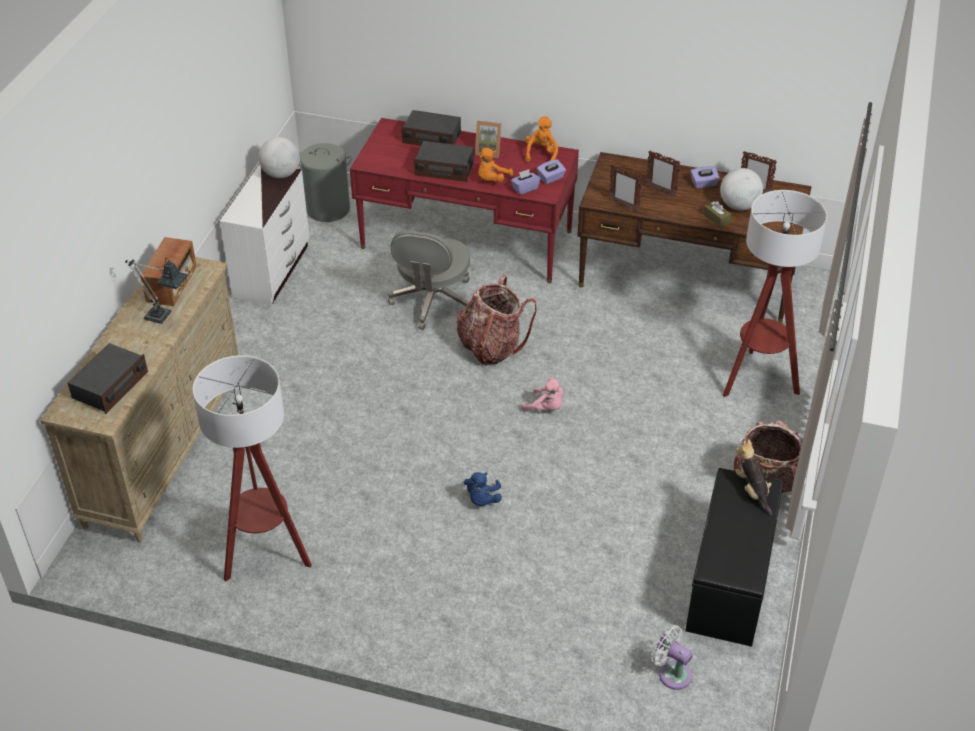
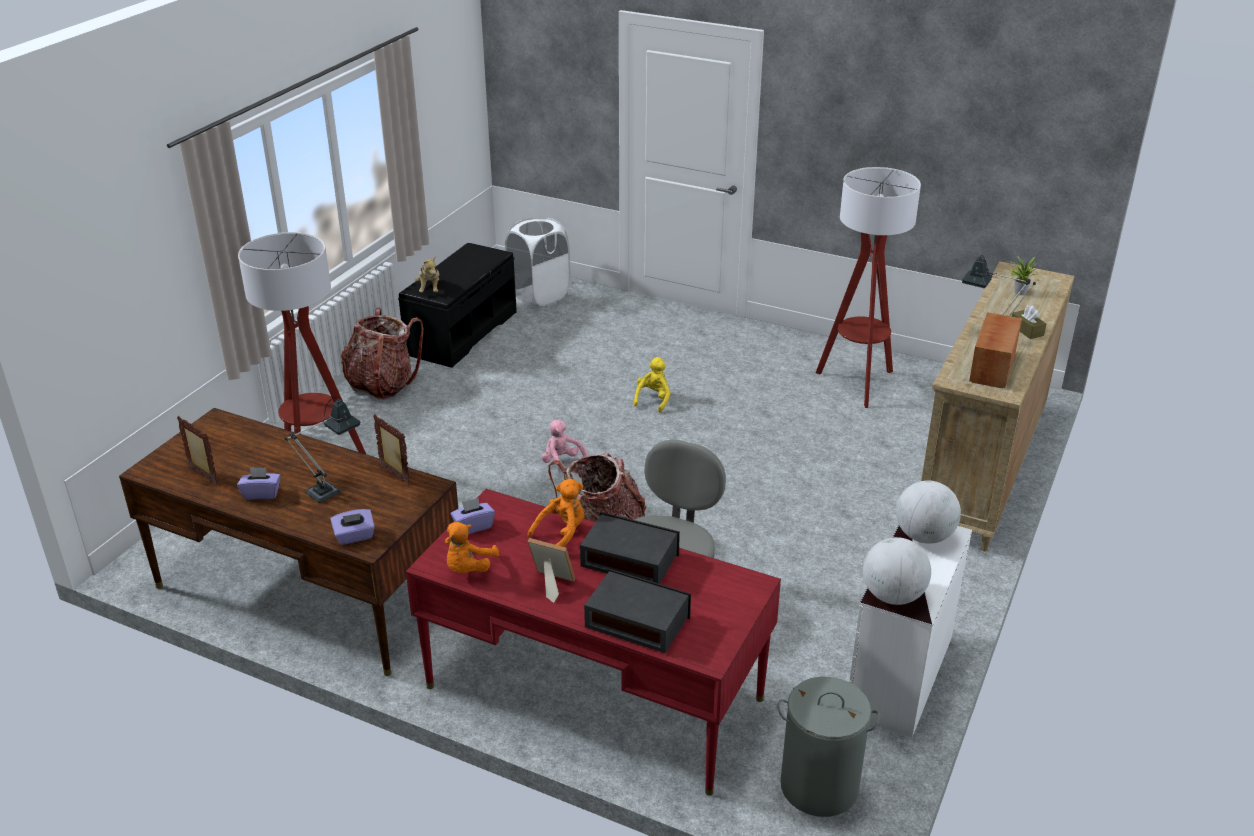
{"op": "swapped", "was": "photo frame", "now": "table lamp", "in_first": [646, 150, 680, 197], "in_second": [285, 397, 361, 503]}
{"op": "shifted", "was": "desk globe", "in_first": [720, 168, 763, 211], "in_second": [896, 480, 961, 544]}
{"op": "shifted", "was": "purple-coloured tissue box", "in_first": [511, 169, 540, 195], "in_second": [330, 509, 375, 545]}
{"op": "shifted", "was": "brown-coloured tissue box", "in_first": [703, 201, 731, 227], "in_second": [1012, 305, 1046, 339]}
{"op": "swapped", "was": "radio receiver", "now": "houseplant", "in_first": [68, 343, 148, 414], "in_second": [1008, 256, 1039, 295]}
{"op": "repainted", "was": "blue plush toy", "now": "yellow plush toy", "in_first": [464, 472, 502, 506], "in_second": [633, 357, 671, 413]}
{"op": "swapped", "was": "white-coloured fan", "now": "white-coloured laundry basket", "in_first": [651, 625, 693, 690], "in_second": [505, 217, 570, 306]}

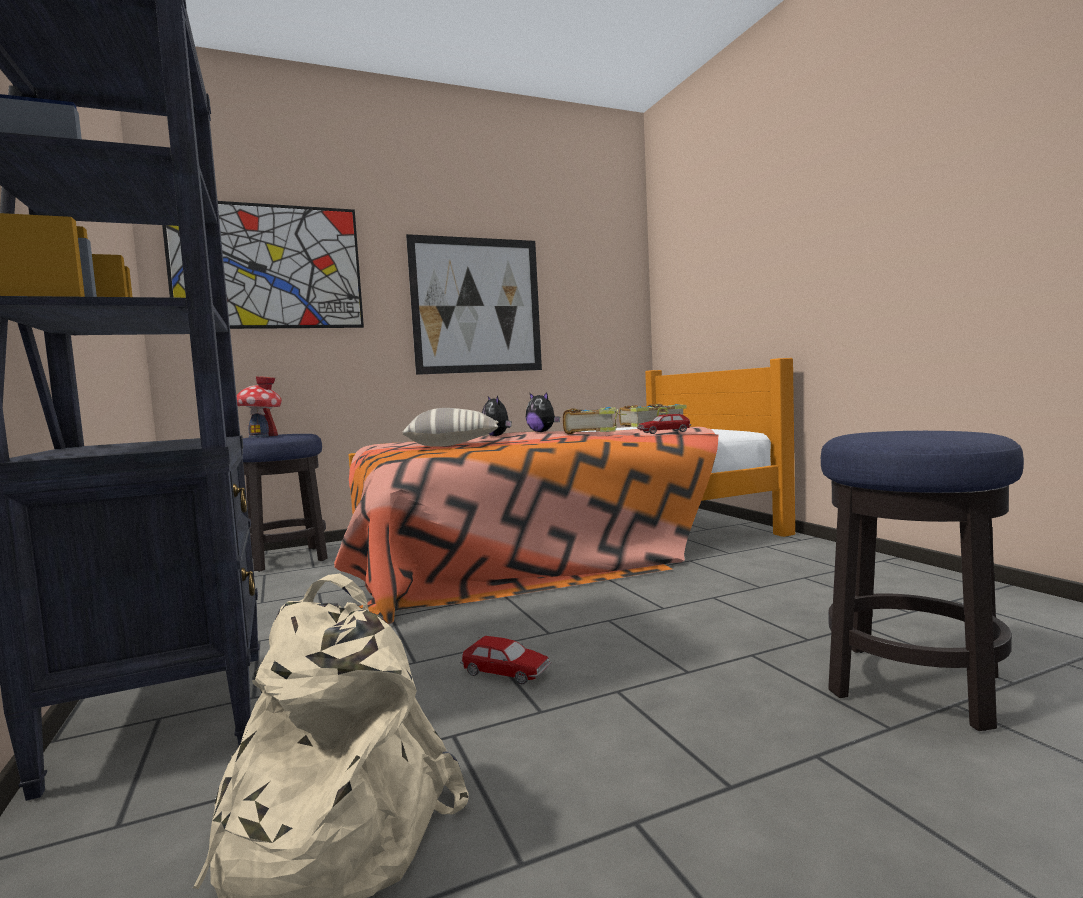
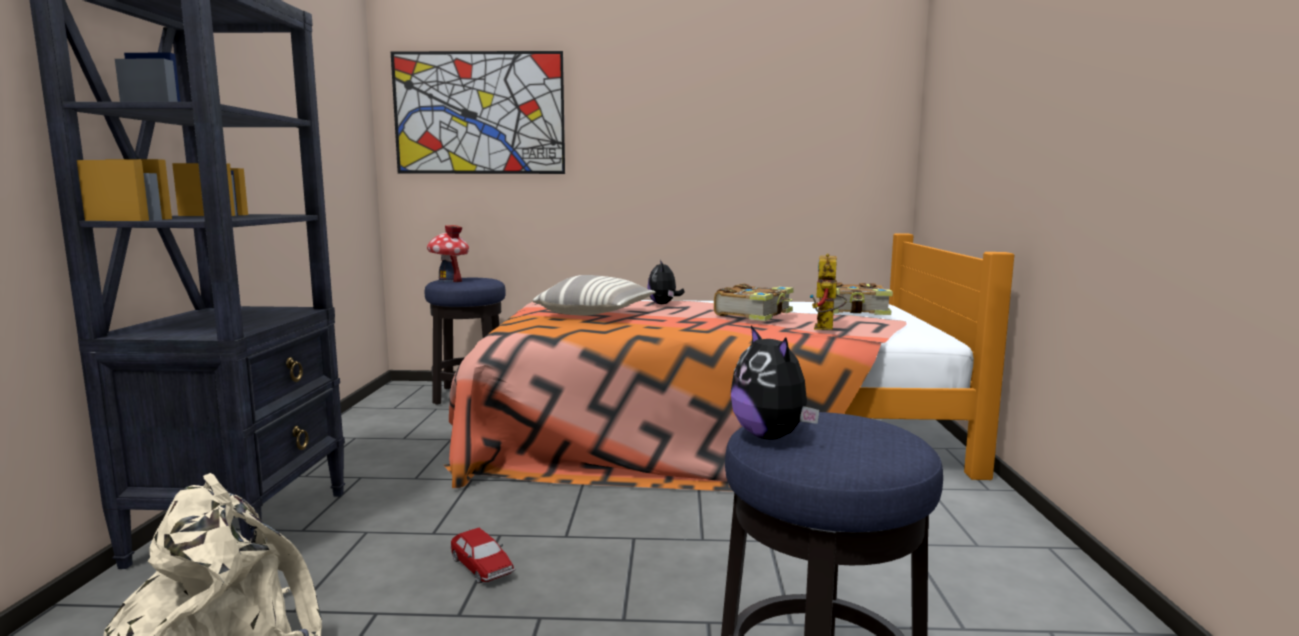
{"op": "gone", "was": "wall picture", "in_first": [406, 234, 542, 375]}
{"op": "shifted", "was": "plush toy", "in_first": [526, 392, 560, 432], "in_second": [731, 326, 819, 440]}
{"op": "swapped", "was": "model car", "now": "robot figure", "in_first": [637, 413, 691, 434], "in_second": [809, 253, 847, 330]}

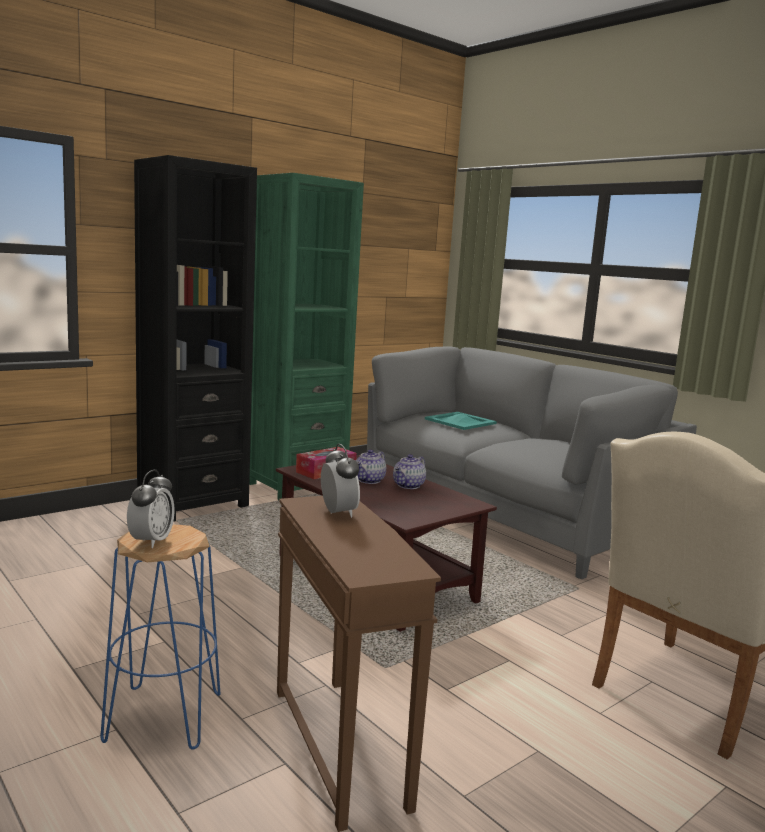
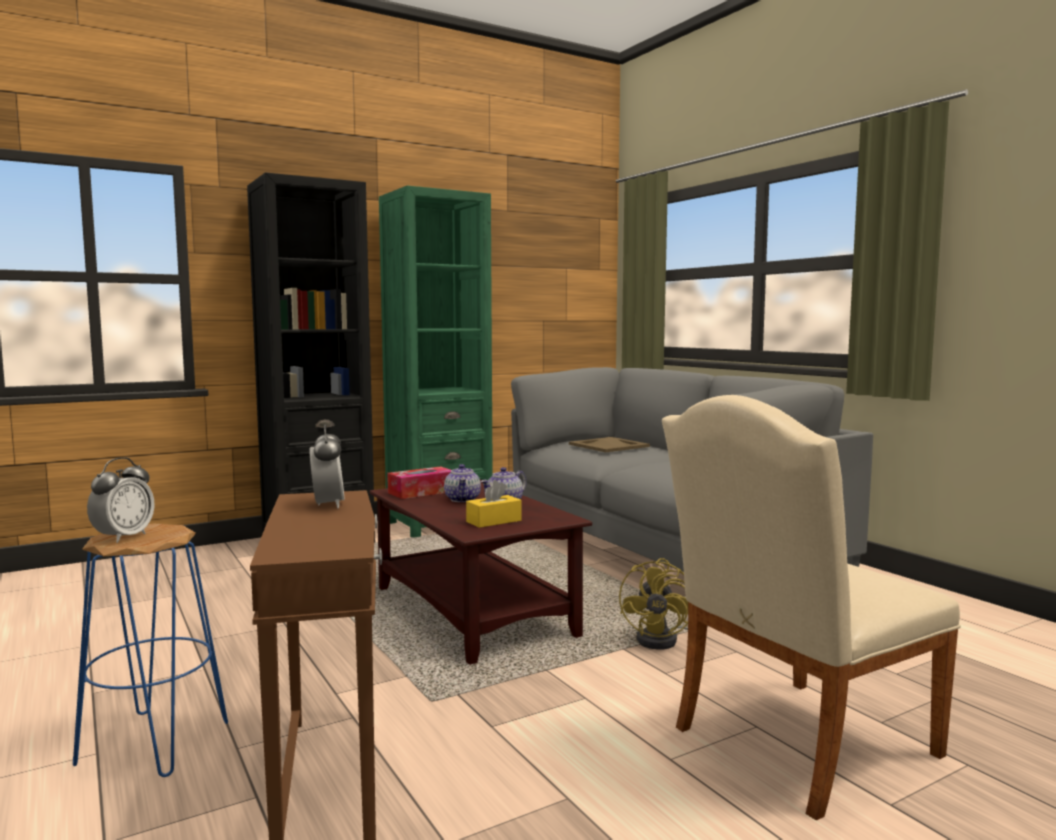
{"op": "repainted", "was": "blue-green carrying tray", "now": "sand-coloured carrying tray", "in_first": [425, 412, 497, 430], "in_second": [569, 437, 650, 452]}
{"op": "rotated", "was": "tea pot", "in_first": [356, 449, 386, 484], "in_second": [444, 464, 481, 502], "clockwise": -45}
{"op": "new", "now": "yellow tissue box", "in_second": [466, 480, 522, 528]}
{"op": "new", "now": "yellow fan", "in_second": [619, 558, 688, 649]}

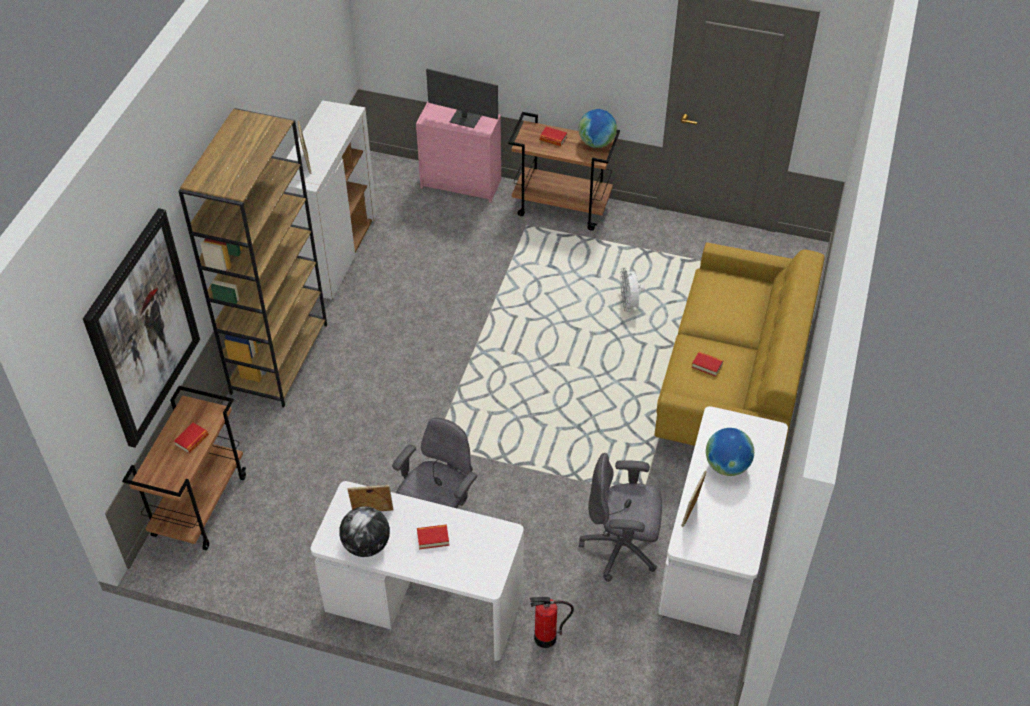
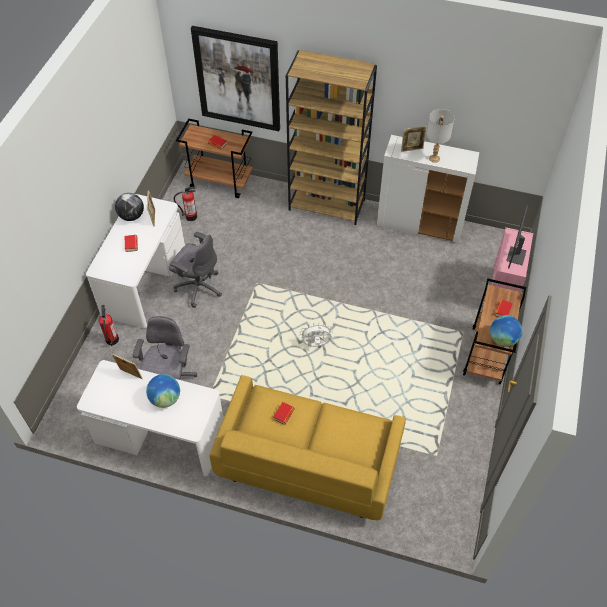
{"op": "shifted", "was": "white-coloured fan", "in_first": [620, 268, 645, 312], "in_second": [300, 324, 333, 347]}
{"op": "new", "now": "gray table lamp", "in_second": [427, 109, 454, 163]}
{"op": "new", "now": "extinguisher", "in_second": [174, 186, 197, 221]}

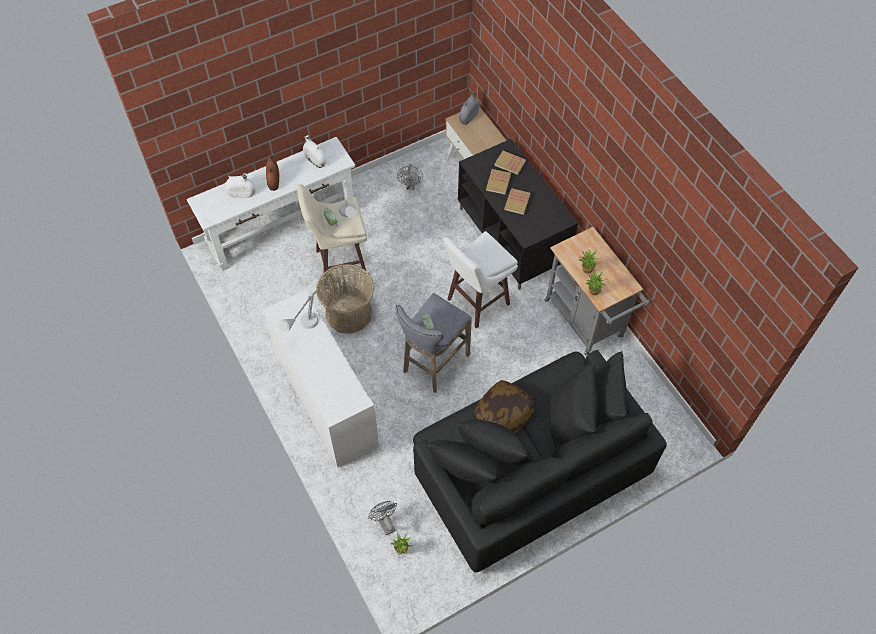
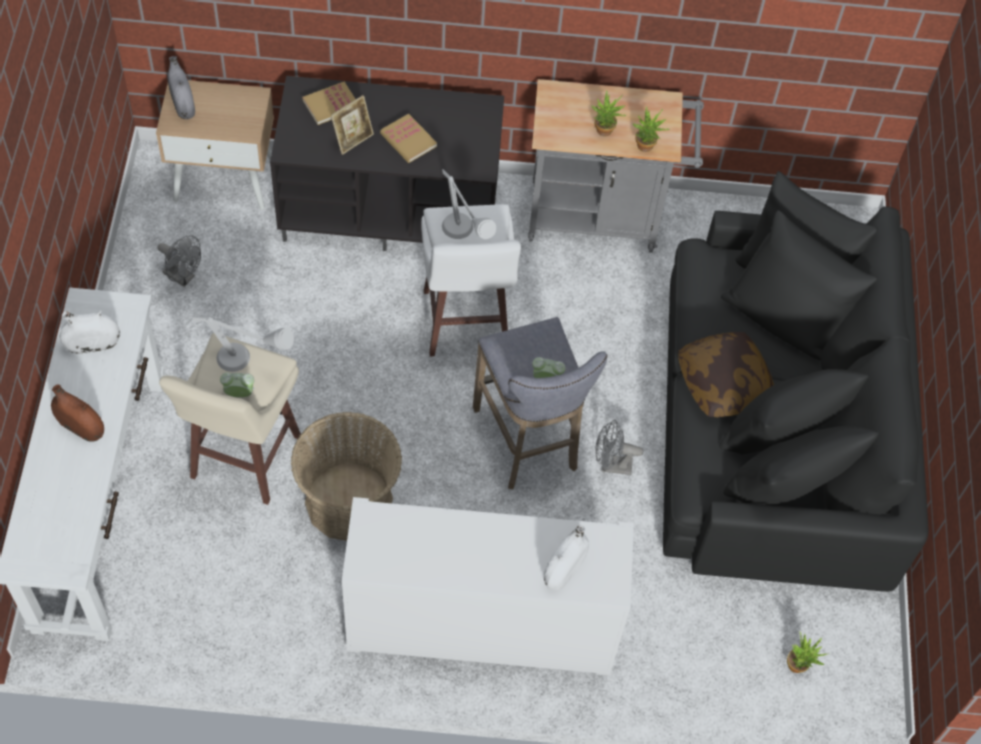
{"op": "swapped", "was": "bound book", "now": "photo frame", "in_first": [486, 169, 511, 195], "in_second": [331, 95, 374, 155]}
{"op": "shifted", "was": "white-coloured flower vase", "in_first": [225, 173, 255, 198], "in_second": [544, 525, 589, 590]}
{"op": "shifted", "was": "gray table lamp", "in_first": [279, 289, 319, 332], "in_second": [442, 169, 496, 239]}
{"op": "shifted", "was": "gray fan", "in_first": [368, 501, 397, 535], "in_second": [595, 420, 643, 475]}

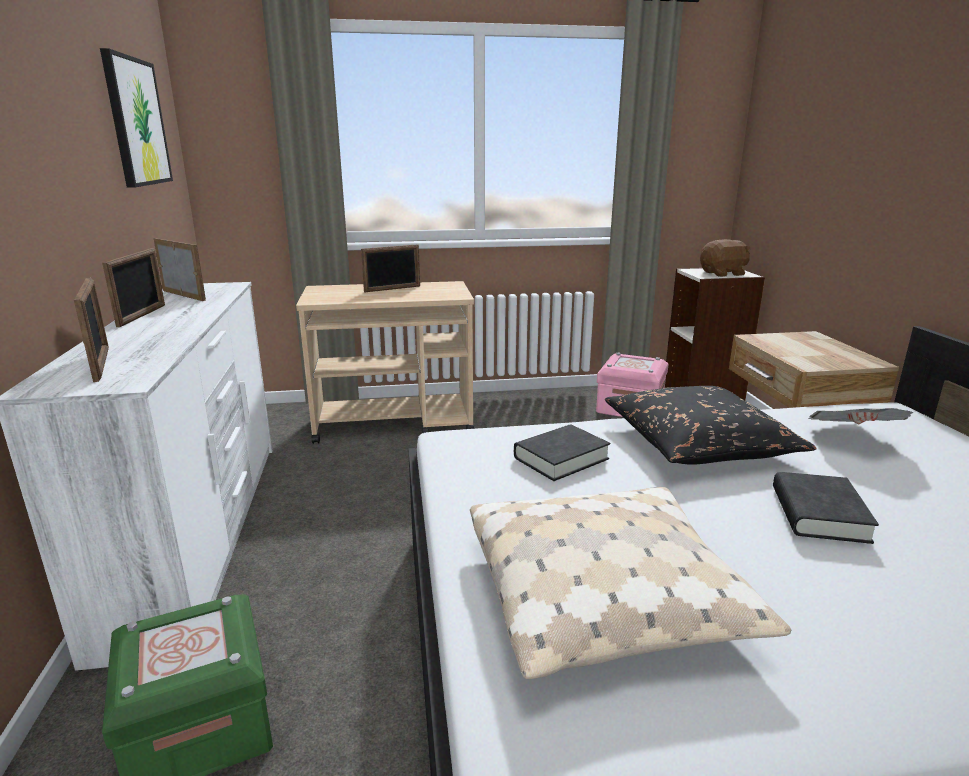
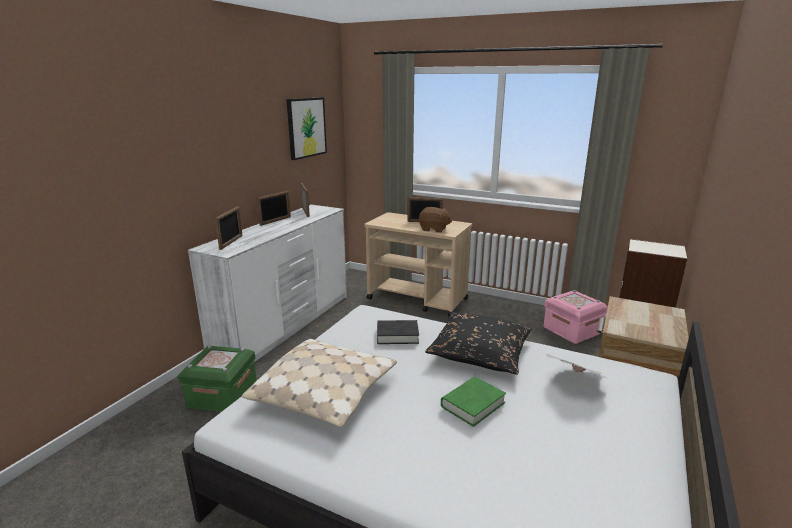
{"op": "shifted", "was": "brown-coloured plush toy", "in_first": [700, 239, 751, 277], "in_second": [419, 207, 452, 232]}
{"op": "repainted", "was": "black-coloured bound book", "now": "green-coloured bound book", "in_first": [773, 472, 879, 544], "in_second": [441, 377, 506, 427]}

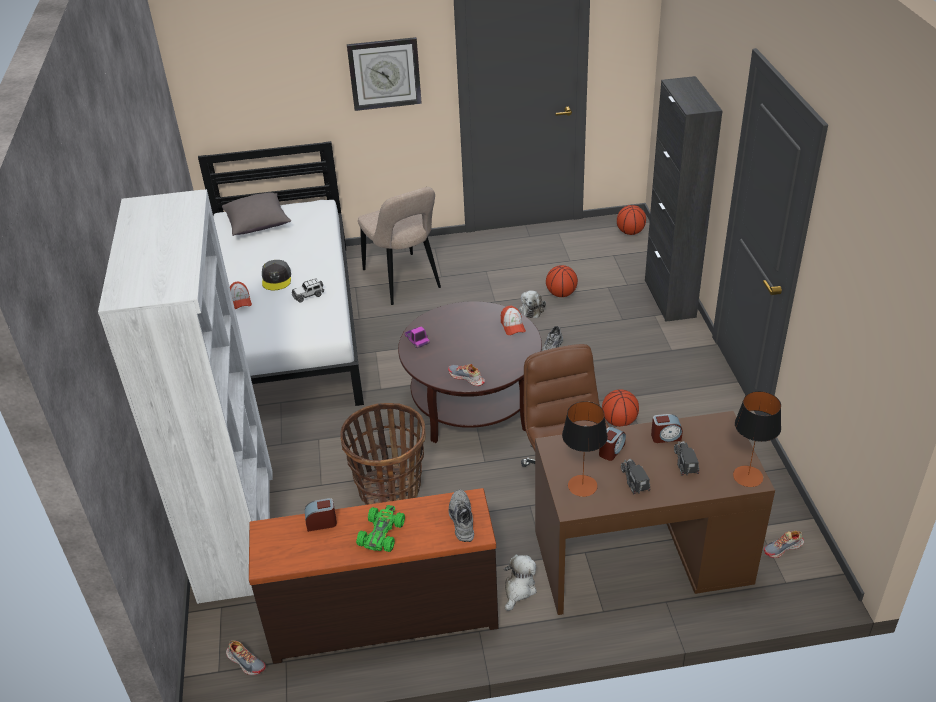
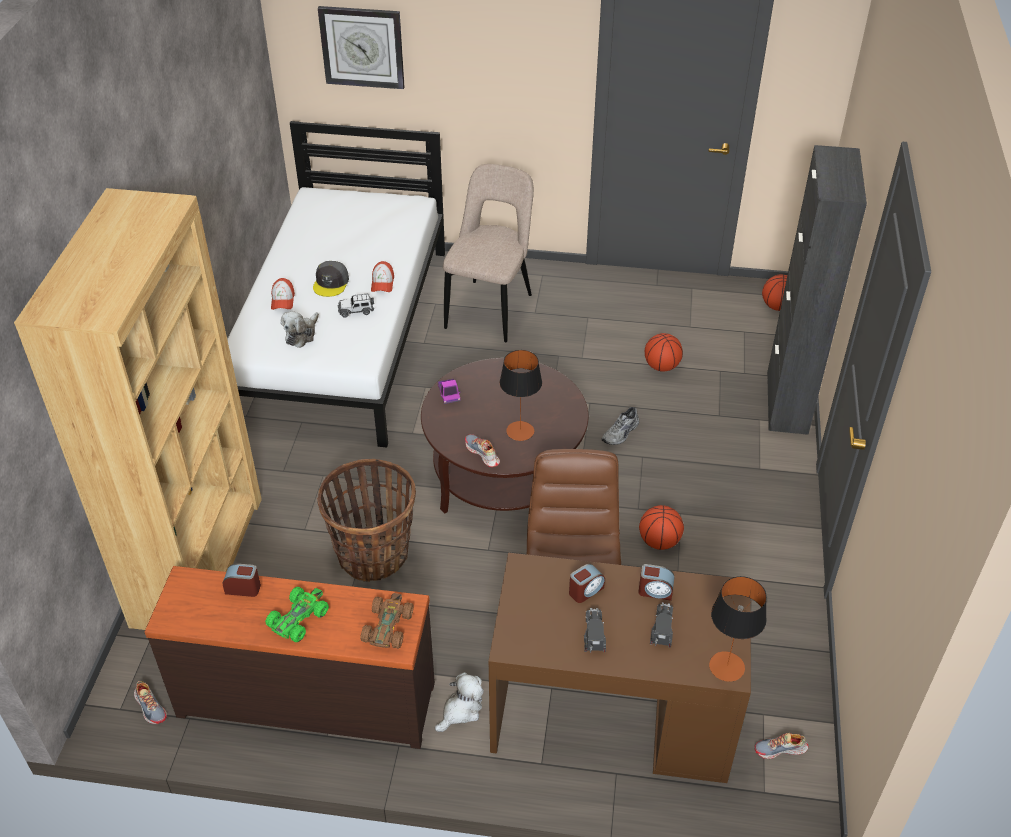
{"op": "shifted", "was": "hanging clock", "in_first": [347, 37, 422, 111], "in_second": [318, 6, 405, 89]}
{"op": "rotated", "was": "sand-coloured chair", "in_first": [358, 187, 441, 305], "in_second": [443, 164, 534, 342], "clockwise": -150}
{"op": "repainted", "was": "white-coloured bookcase", "now": "brown-coloured bookcase", "in_first": [98, 189, 272, 604], "in_second": [14, 188, 262, 630]}
{"op": "gone", "was": "gray cushion", "in_first": [222, 193, 291, 236]}
{"op": "shifted", "was": "plush toy", "in_first": [519, 290, 546, 318], "in_second": [281, 311, 319, 348]}
{"op": "shifted", "was": "baseball cap", "in_first": [501, 306, 526, 335], "in_second": [371, 261, 394, 292]}
{"op": "shifted", "was": "table lamp", "in_first": [562, 401, 608, 497], "in_second": [500, 350, 542, 441]}
{"op": "swapped", "was": "gray low shoe", "now": "brown-coloured model car", "in_first": [449, 490, 474, 542], "in_second": [360, 593, 414, 649]}

